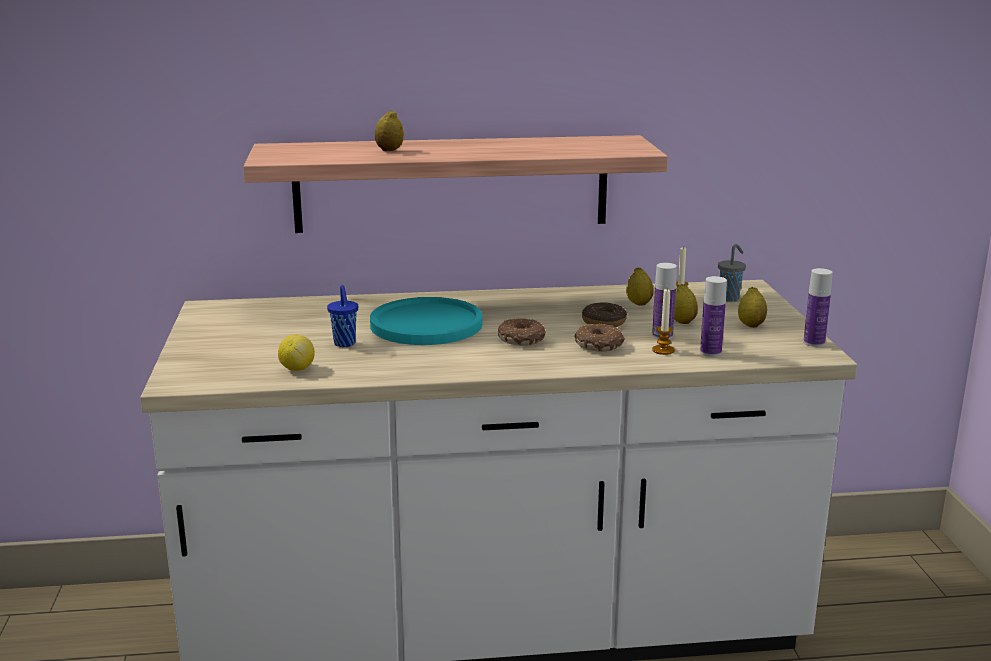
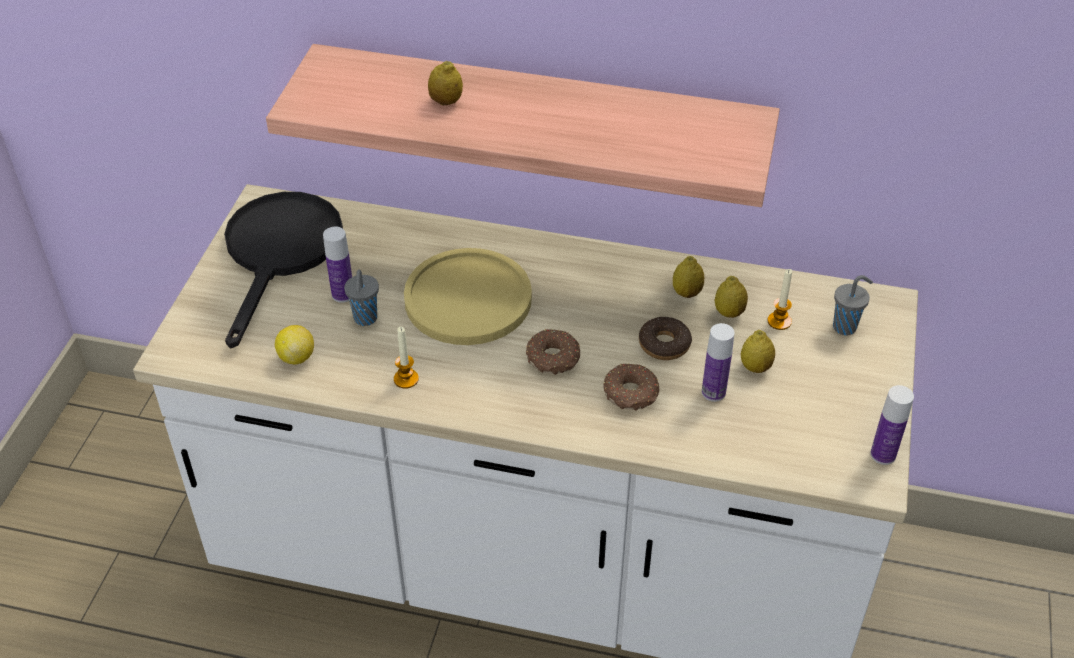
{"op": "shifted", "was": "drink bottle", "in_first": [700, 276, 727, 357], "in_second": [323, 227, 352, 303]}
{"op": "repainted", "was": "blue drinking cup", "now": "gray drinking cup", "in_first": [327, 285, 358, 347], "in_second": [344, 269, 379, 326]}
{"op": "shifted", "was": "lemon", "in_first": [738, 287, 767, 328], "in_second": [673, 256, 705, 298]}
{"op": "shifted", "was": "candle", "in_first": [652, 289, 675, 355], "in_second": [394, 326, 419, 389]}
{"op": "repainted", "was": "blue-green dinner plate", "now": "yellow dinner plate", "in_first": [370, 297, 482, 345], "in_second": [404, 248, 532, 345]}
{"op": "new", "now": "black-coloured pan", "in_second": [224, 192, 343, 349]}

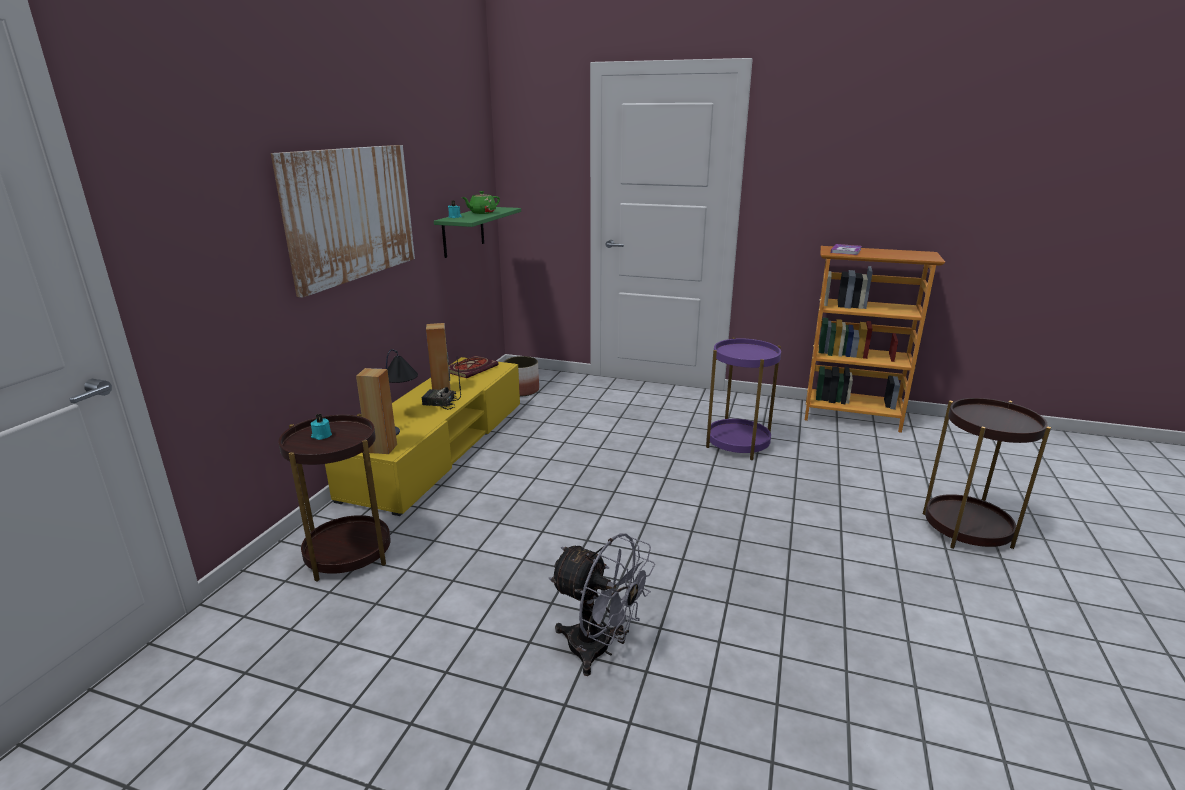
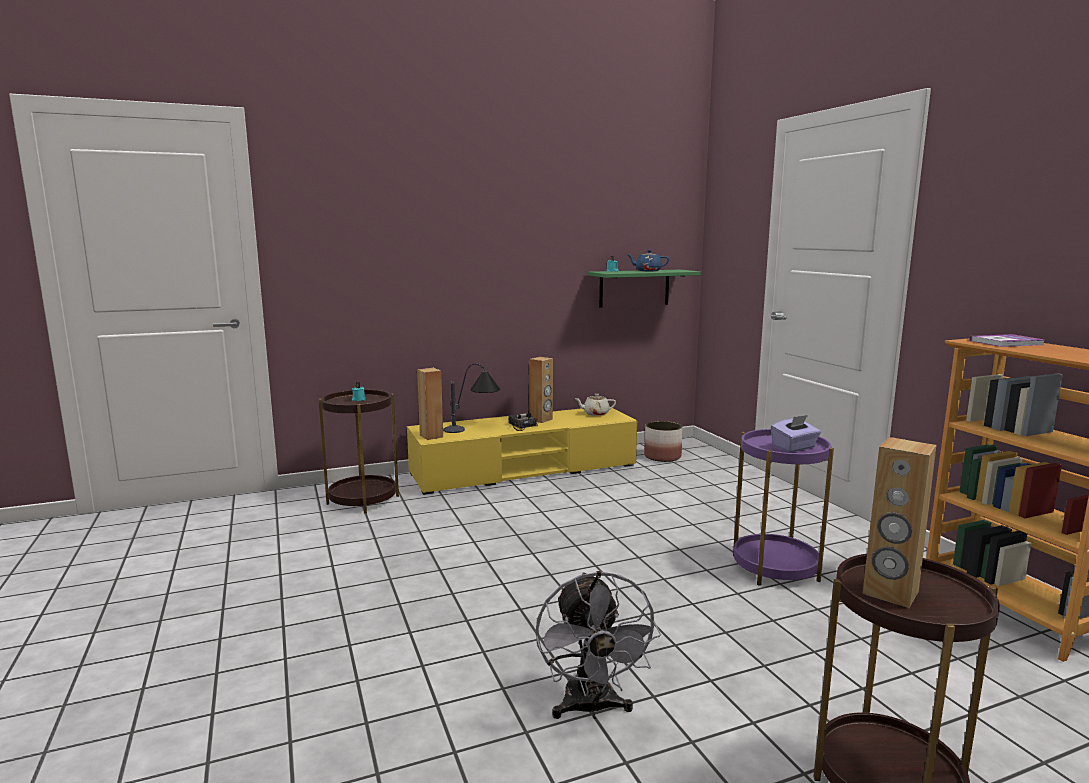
{"op": "gone", "was": "wall picture", "in_first": [271, 145, 415, 298]}
{"op": "repainted", "was": "green-coloured tea pot", "now": "blue tea pot", "in_first": [462, 191, 500, 214], "in_second": [628, 250, 669, 271]}
{"op": "swapped", "was": "bound book", "now": "sand-coloured tea pot", "in_first": [448, 356, 499, 378], "in_second": [575, 394, 616, 416]}
{"op": "shifted", "was": "gray fan", "in_first": [549, 533, 655, 676], "in_second": [535, 571, 661, 719]}
{"op": "new", "now": "purple-coloured tissue box", "in_second": [771, 415, 821, 453]}
{"op": "new", "now": "brown-coloured speaker", "in_second": [862, 437, 936, 608]}

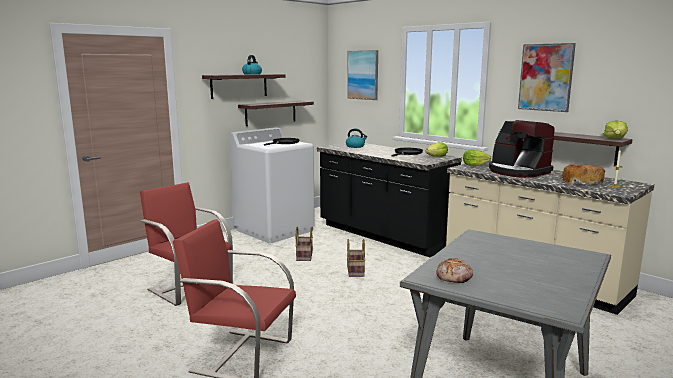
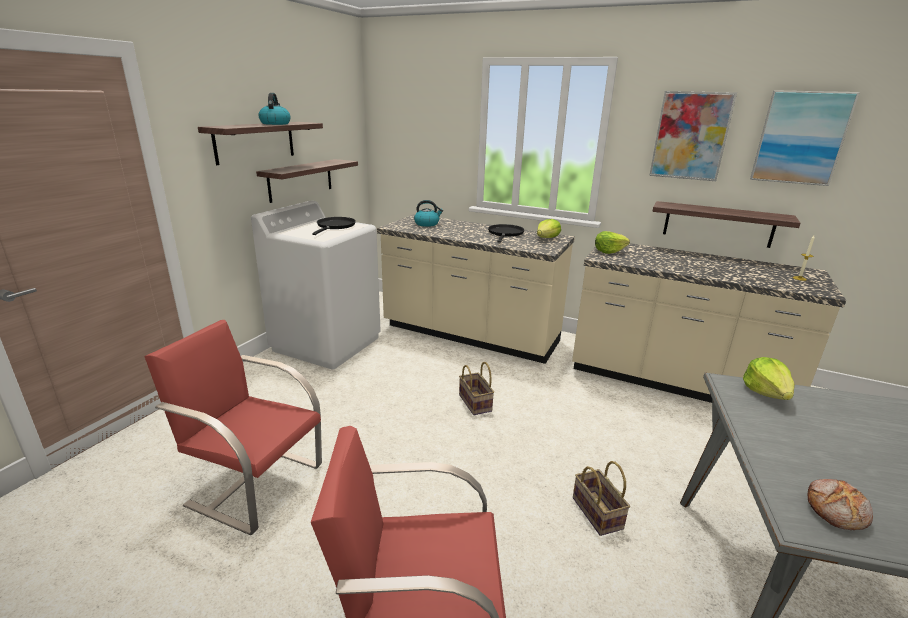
{"op": "shifted", "was": "wall picture", "in_first": [347, 50, 378, 100], "in_second": [750, 90, 860, 186]}
{"op": "gone", "was": "coffee machine", "in_first": [489, 120, 555, 178]}
{"op": "shifted", "was": "lettuce head", "in_first": [603, 120, 628, 139], "in_second": [743, 357, 795, 400]}
{"op": "repainted", "was": "black-coloured counter", "now": "sand-coloured counter", "in_first": [317, 143, 462, 257], "in_second": [377, 214, 575, 364]}
{"op": "gone", "was": "bakery bread", "in_first": [562, 164, 605, 184]}
{"op": "shifted", "was": "storage basket", "in_first": [296, 227, 313, 261], "in_second": [573, 461, 630, 536]}

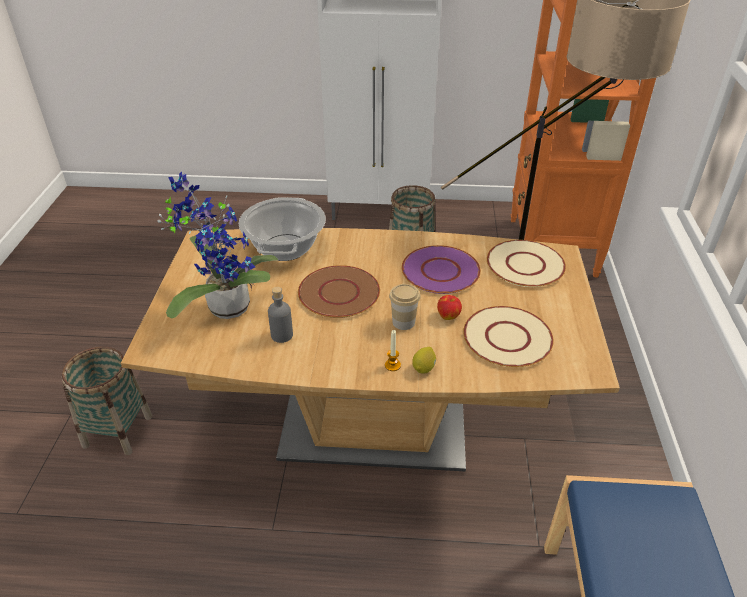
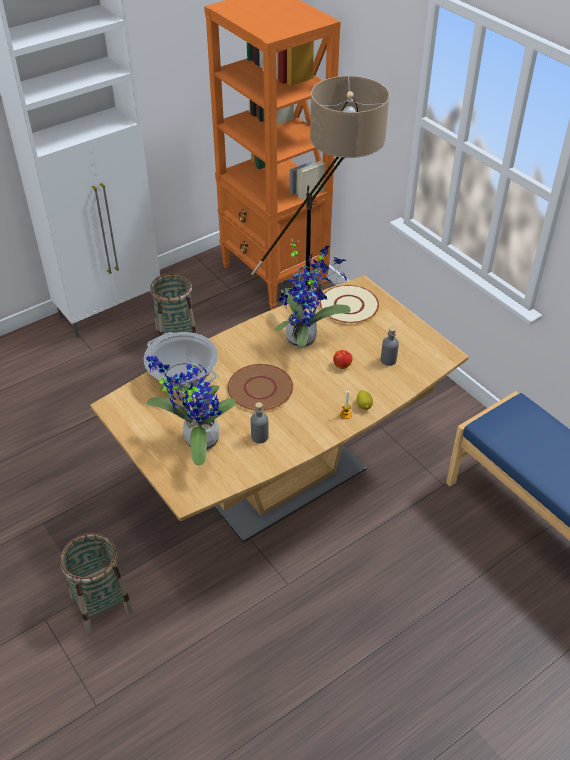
{"op": "swapped", "was": "purple-coloured dinner plate", "now": "houseplant", "in_first": [402, 245, 481, 294], "in_second": [275, 239, 351, 348]}
{"op": "gone", "was": "drinking cup", "in_first": [389, 284, 420, 330]}
{"op": "swapped", "was": "sand-coloured dinner plate", "now": "gray drink bottle", "in_first": [463, 306, 554, 367], "in_second": [381, 327, 399, 366]}

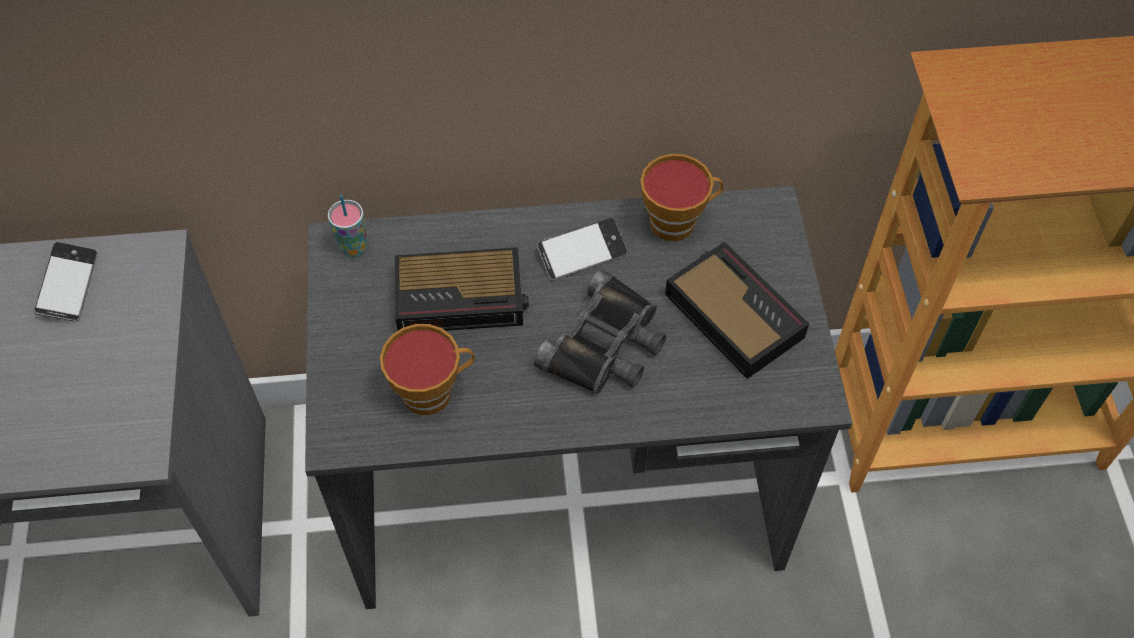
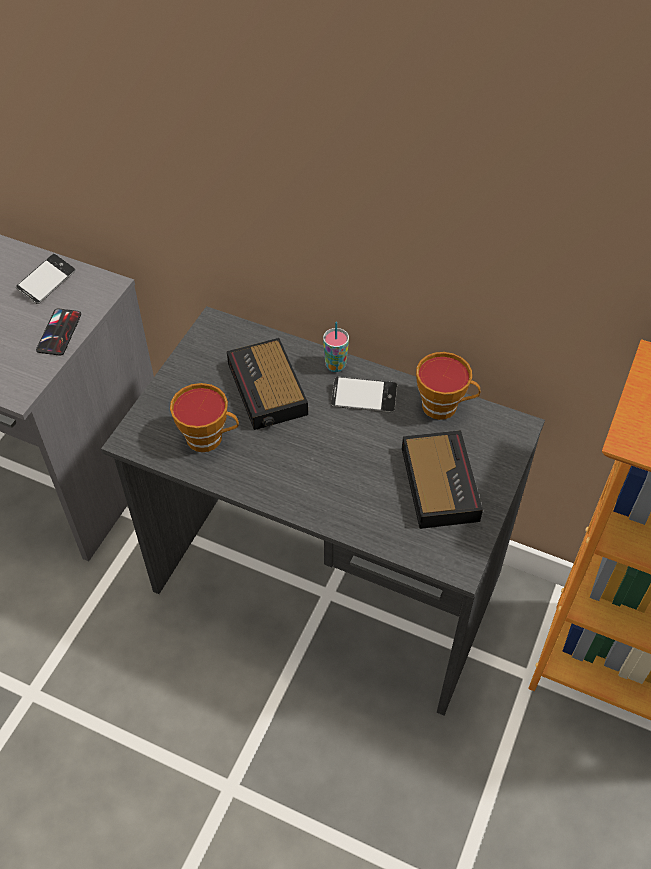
{"op": "shifted", "was": "drinking cup", "in_first": [328, 195, 367, 257], "in_second": [323, 322, 349, 372]}
{"op": "rotated", "was": "table clock", "in_first": [395, 247, 529, 331], "in_second": [227, 338, 308, 430], "clockwise": 45}
{"op": "gone", "was": "black-coloured field glasses", "in_first": [534, 269, 666, 394]}
{"op": "new", "now": "phone", "in_second": [36, 309, 81, 356]}

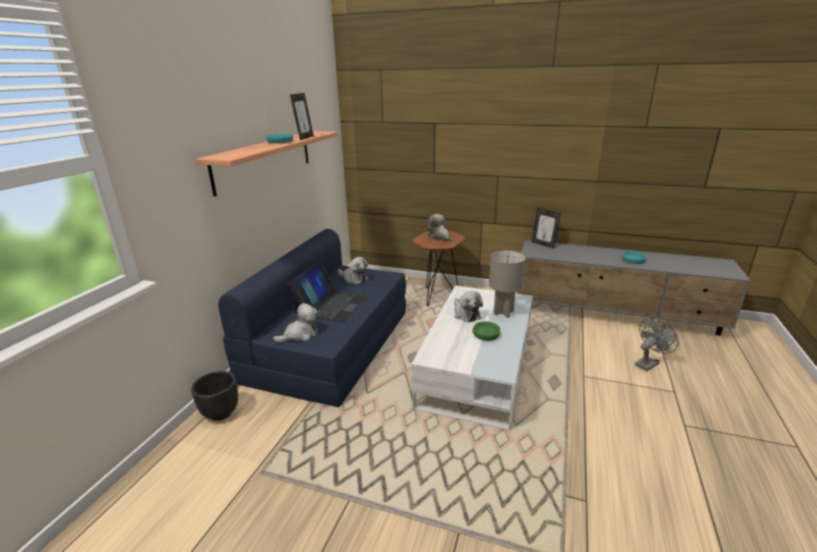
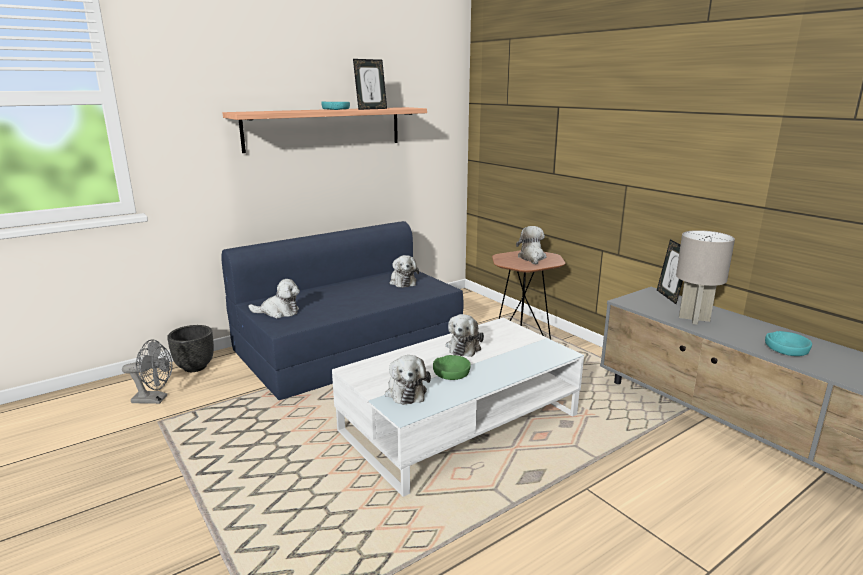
{"op": "shifted", "was": "gray table lamp", "in_first": [489, 250, 526, 318], "in_second": [676, 230, 735, 325]}
{"op": "gone", "was": "laptop", "in_first": [288, 260, 368, 323]}
{"op": "shifted", "was": "gray fan", "in_first": [635, 318, 679, 371], "in_second": [122, 339, 172, 404]}
{"op": "new", "now": "plush toy", "in_second": [385, 355, 431, 405]}

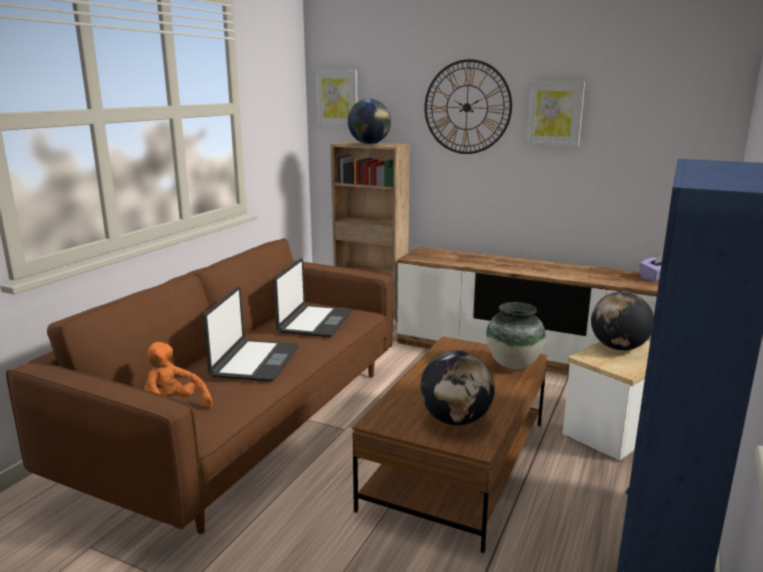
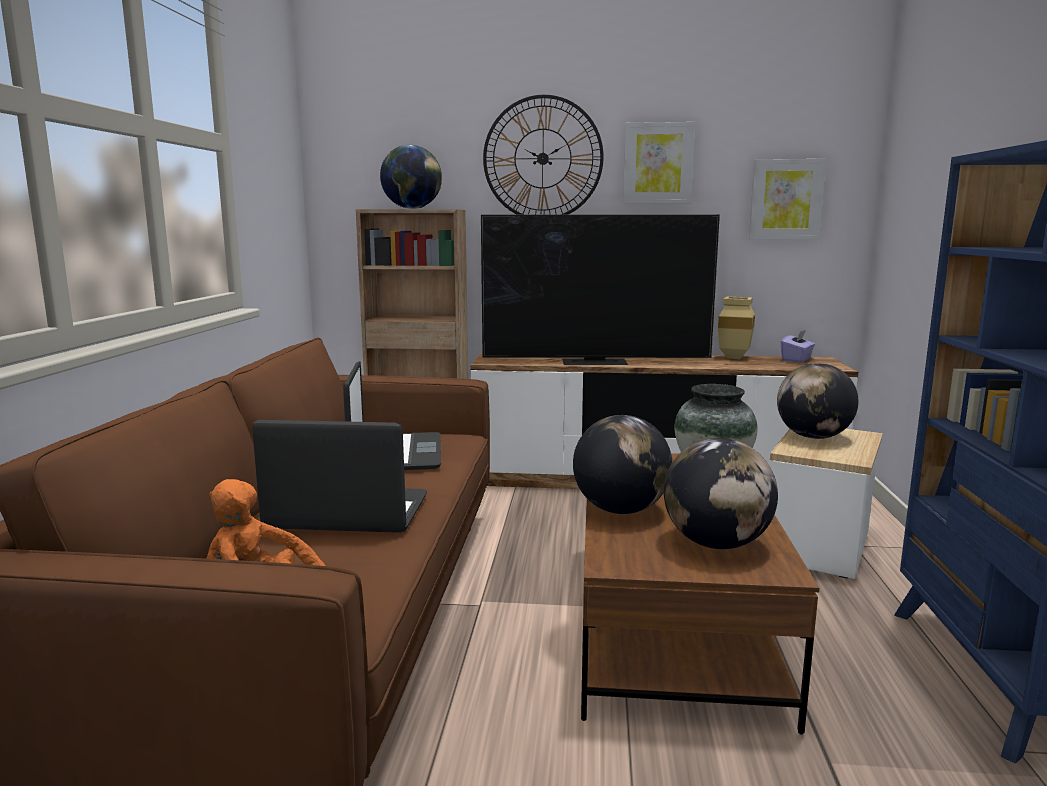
{"op": "shifted", "was": "wall picture", "in_first": [315, 70, 357, 126], "in_second": [749, 159, 826, 240]}
{"op": "rotated", "was": "laptop", "in_first": [203, 286, 299, 382], "in_second": [252, 420, 427, 533], "clockwise": -75}
{"op": "new", "now": "TV", "in_second": [481, 215, 720, 365]}
{"op": "new", "now": "sand-coloured flower vase", "in_second": [718, 297, 755, 359]}
{"op": "new", "now": "desk globe", "in_second": [573, 415, 672, 514]}

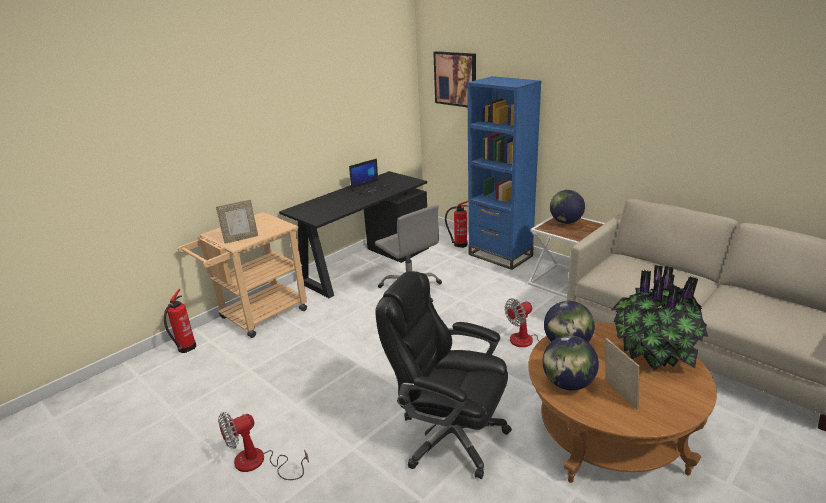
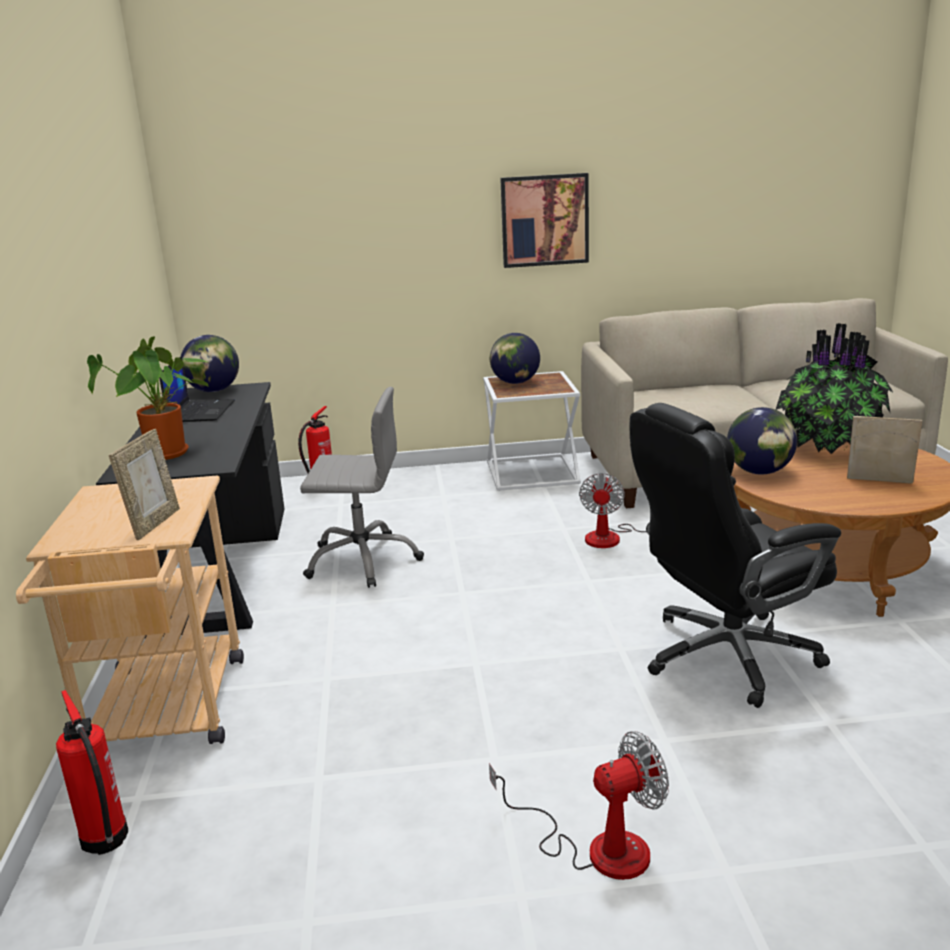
{"op": "shifted", "was": "wall picture", "in_first": [433, 51, 476, 107], "in_second": [500, 173, 589, 268]}
{"op": "gone", "was": "blue bookcase", "in_first": [467, 76, 541, 270]}
{"op": "shifted", "was": "desk globe", "in_first": [543, 335, 599, 390], "in_second": [181, 335, 239, 392]}
{"op": "rotated", "was": "fan", "in_first": [218, 412, 309, 480], "in_second": [489, 731, 669, 880], "clockwise": -120}
{"op": "new", "now": "houseplant", "in_second": [87, 336, 210, 460]}

